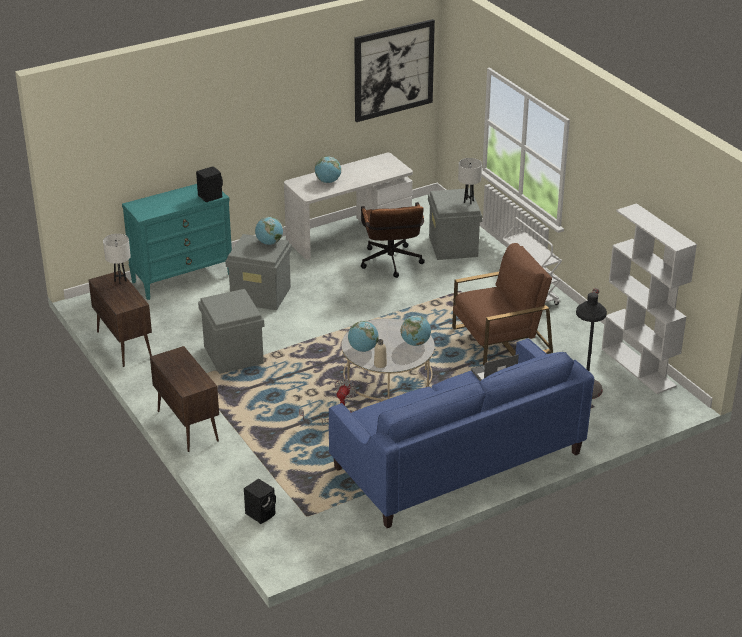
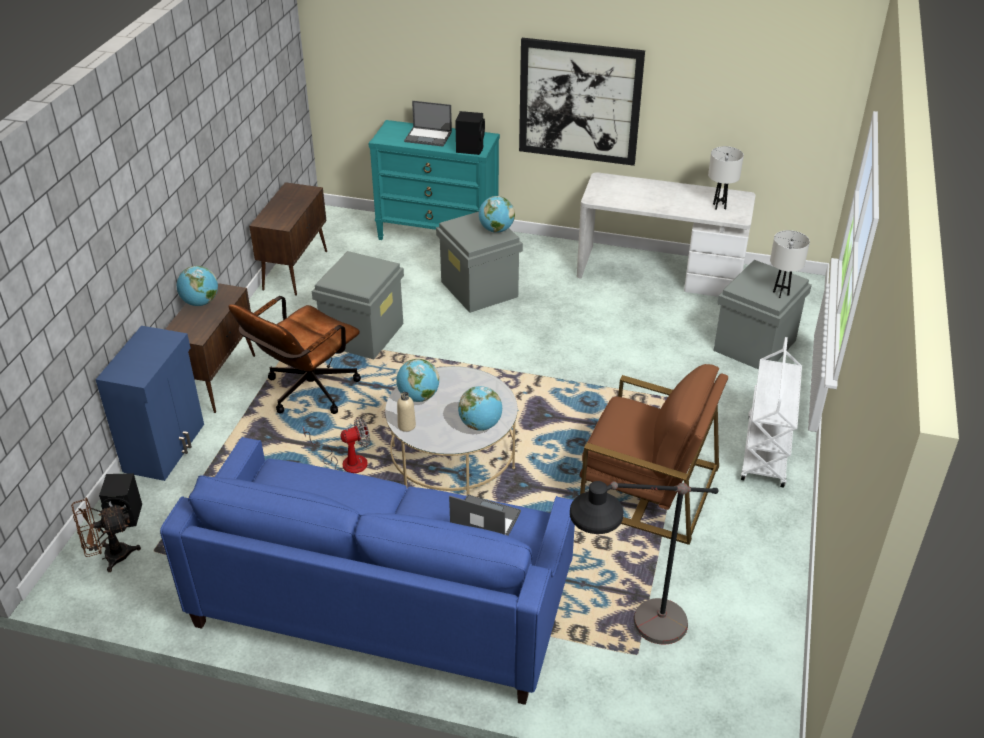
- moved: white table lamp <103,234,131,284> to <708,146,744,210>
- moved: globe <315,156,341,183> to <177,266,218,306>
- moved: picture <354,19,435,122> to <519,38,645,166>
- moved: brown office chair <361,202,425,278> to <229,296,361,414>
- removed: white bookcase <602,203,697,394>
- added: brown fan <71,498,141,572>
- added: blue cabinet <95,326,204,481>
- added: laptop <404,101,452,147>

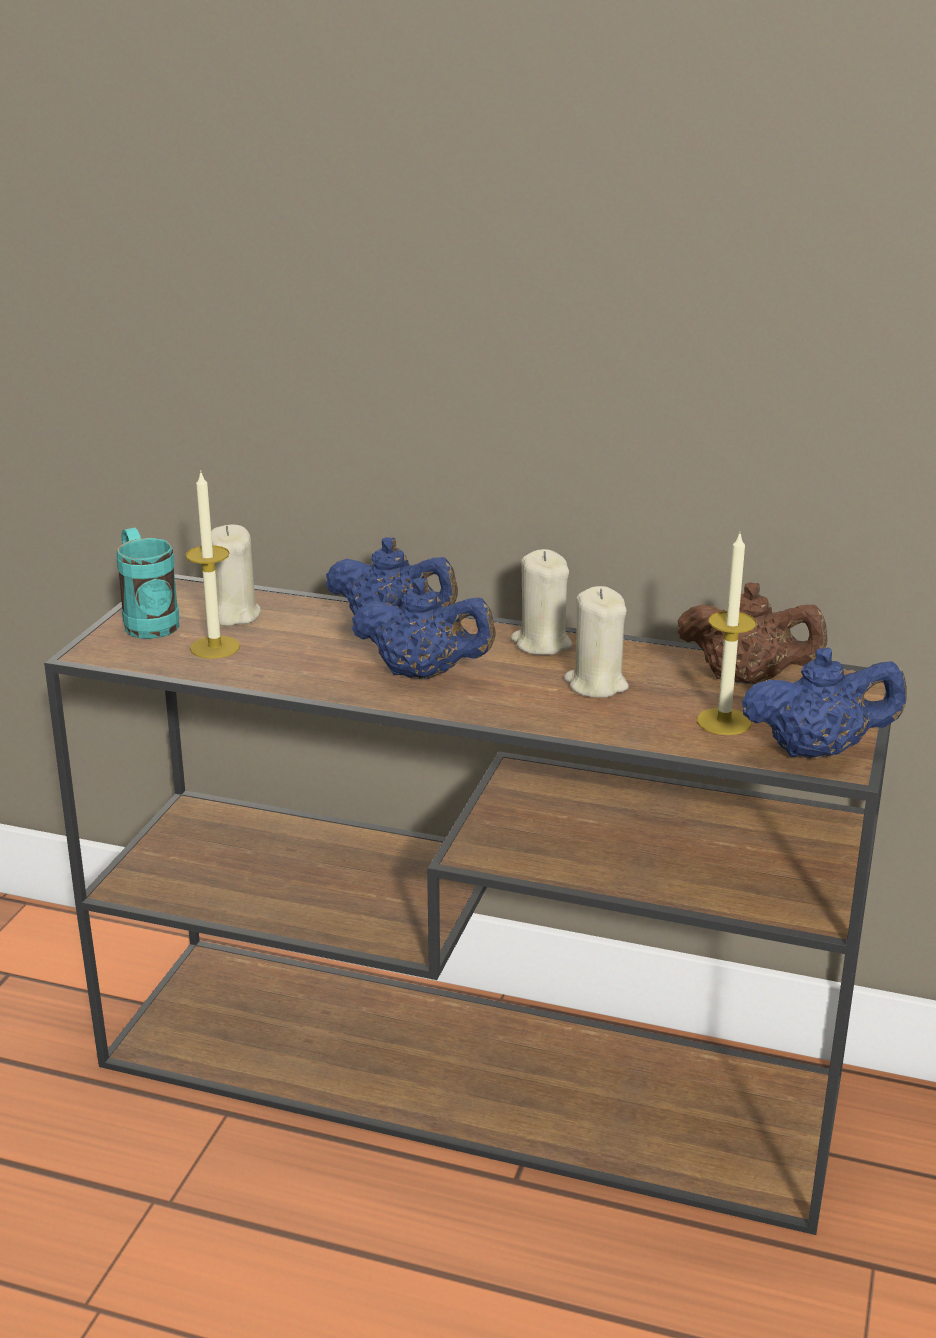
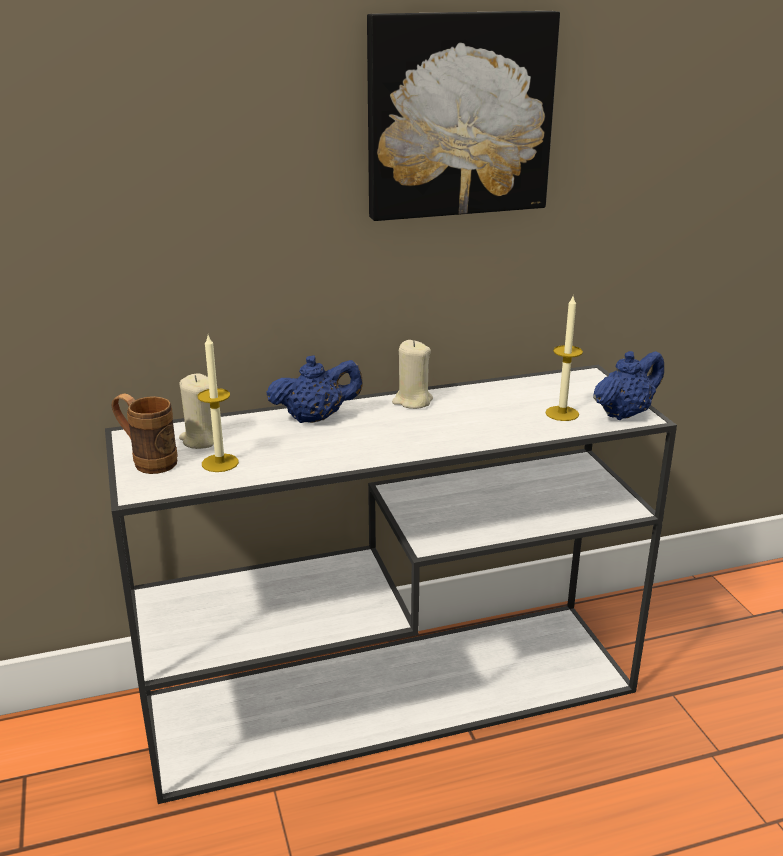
- recoloured: brown console table <44,574,891,1235> to white console table <105,365,677,804>
- recoloured: turquoise mug <116,528,180,639> to brown mug <111,393,178,474>
- removed: blue teapot <352,578,496,679>
- removed: beige candle <564,586,629,697>
- removed: brown teapot <677,582,827,685>
- added: picture <367,11,560,221>

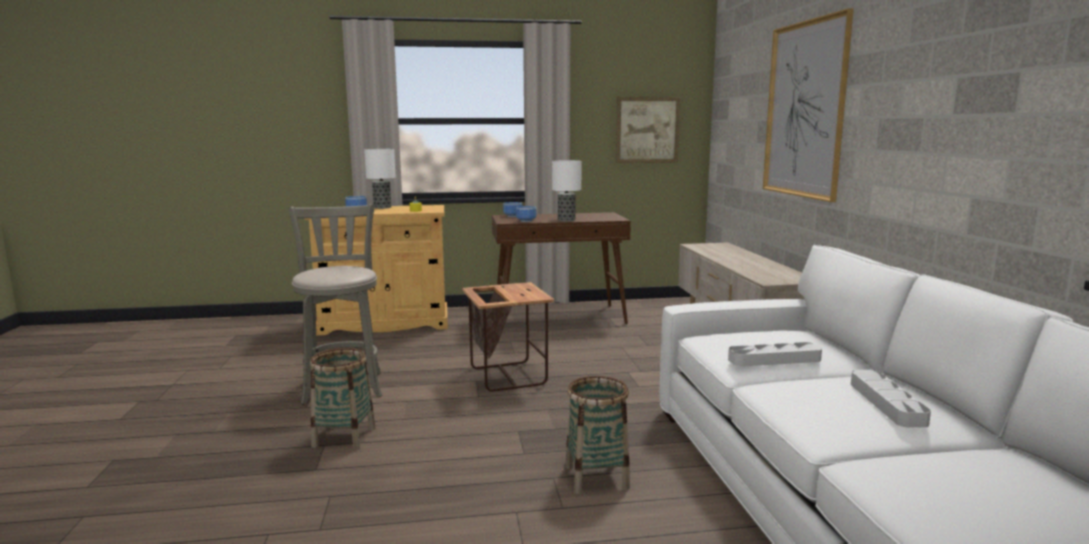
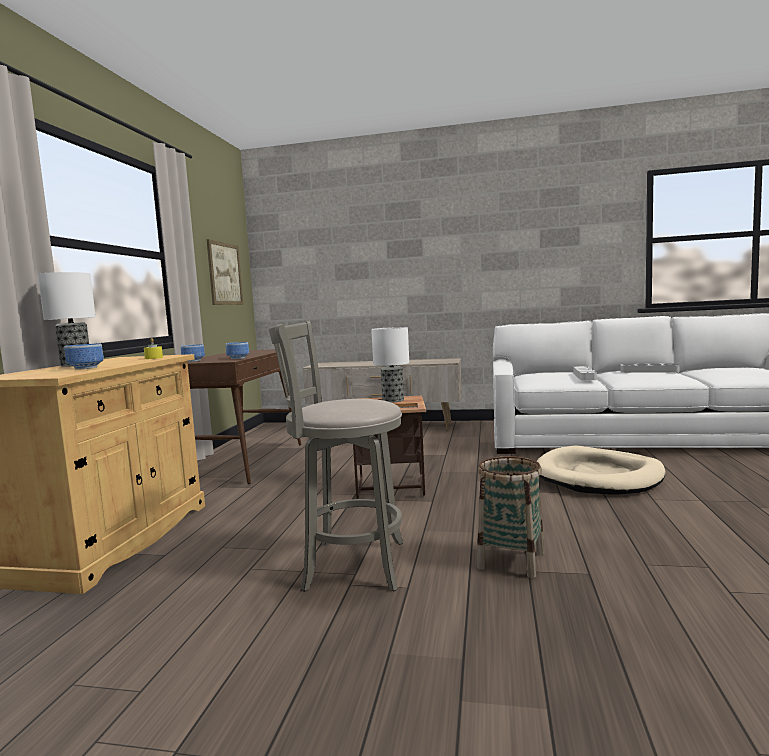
- moved: table lamp <552,160,582,221> to <371,327,409,403>
- replaced: basket <565,376,630,494> to beige dog bed <537,446,665,494>
- removed: picture <763,8,854,202>

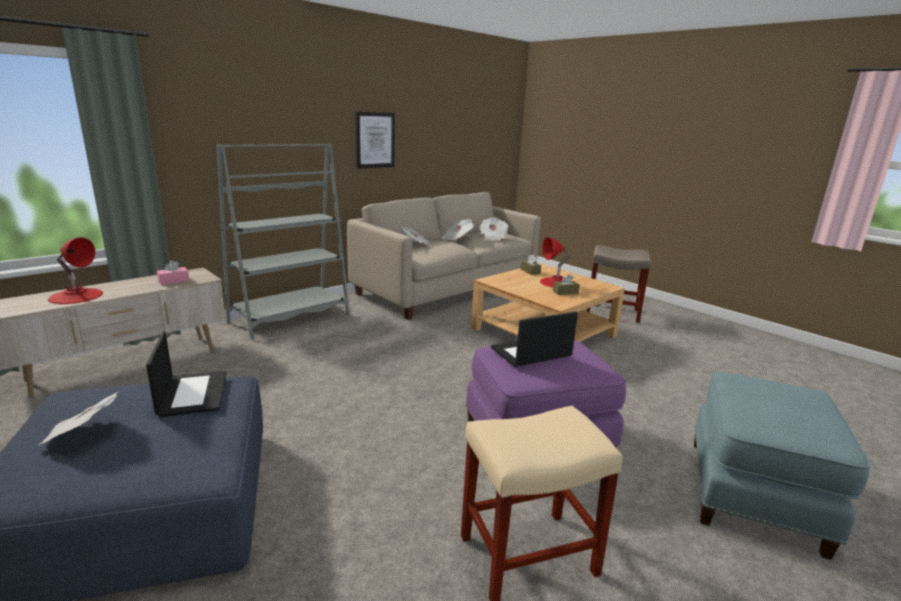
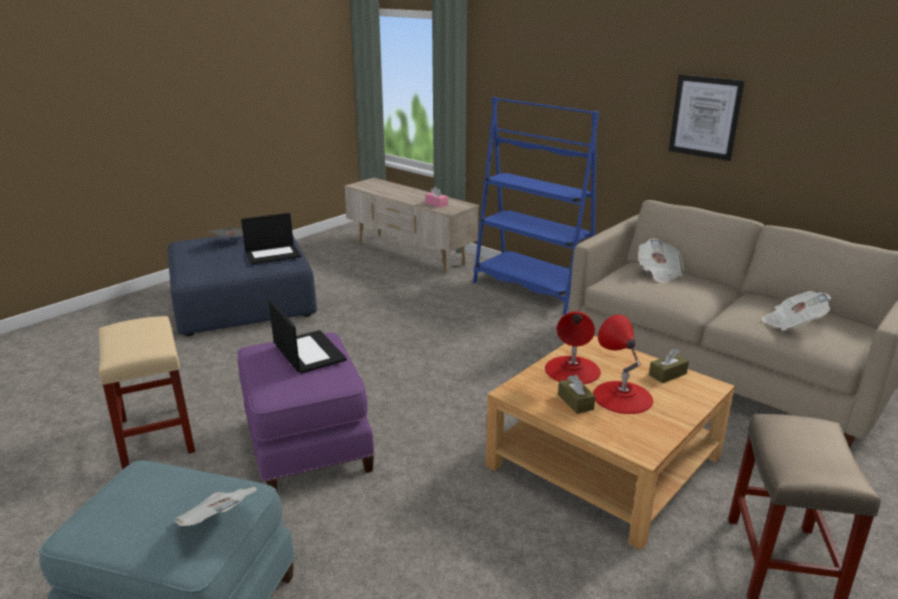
- moved: red table lamp <48,237,103,304> to <545,311,601,385>
- recoloured: grey bookcase <217,143,350,340> to blue bookcase <473,97,599,315>
- moved: newspaper <441,219,474,240> to <174,487,257,526>

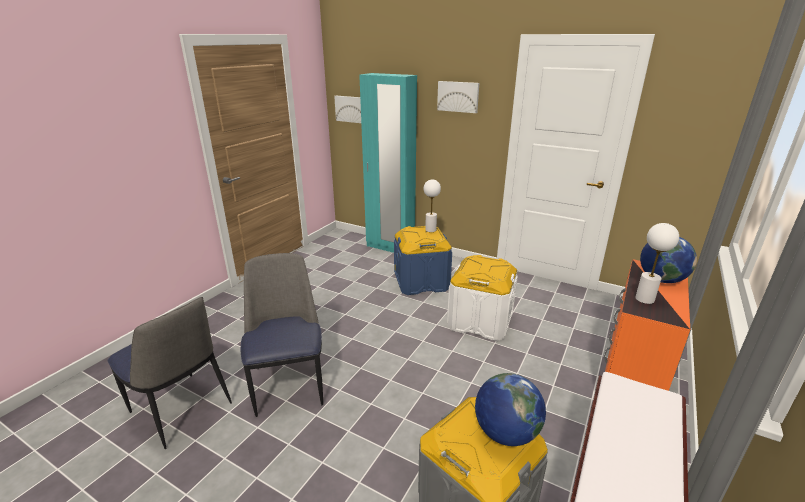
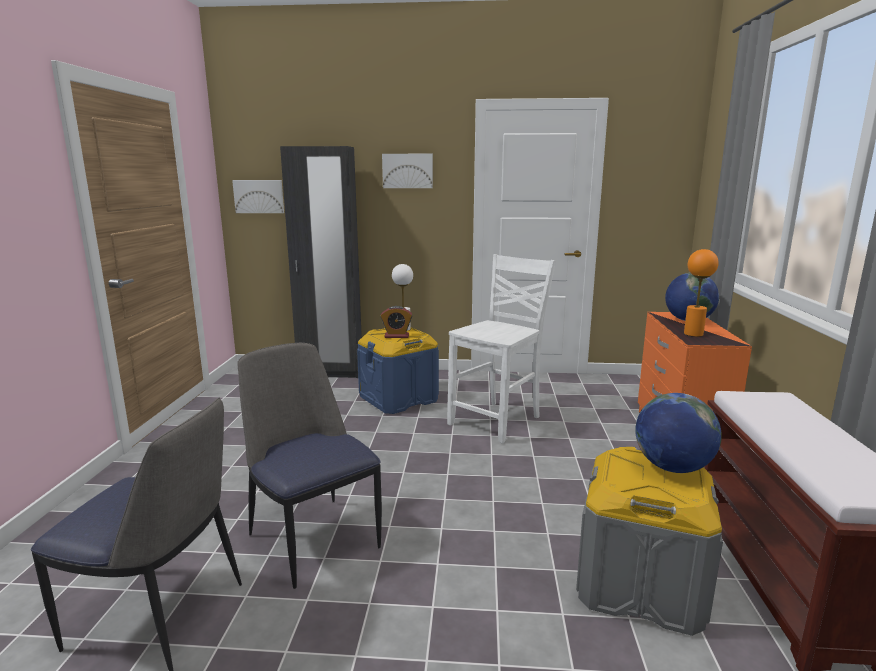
- recoloured: turquoise wardrobe <359,73,417,253> to black wardrobe <280,146,362,378>
- replaced: white storage box <447,255,518,341> to white chair <447,254,556,444>
- recoloured: white table lamp <635,223,679,304> to orange table lamp <684,249,719,337>
- added: alarm clock <380,306,412,338>

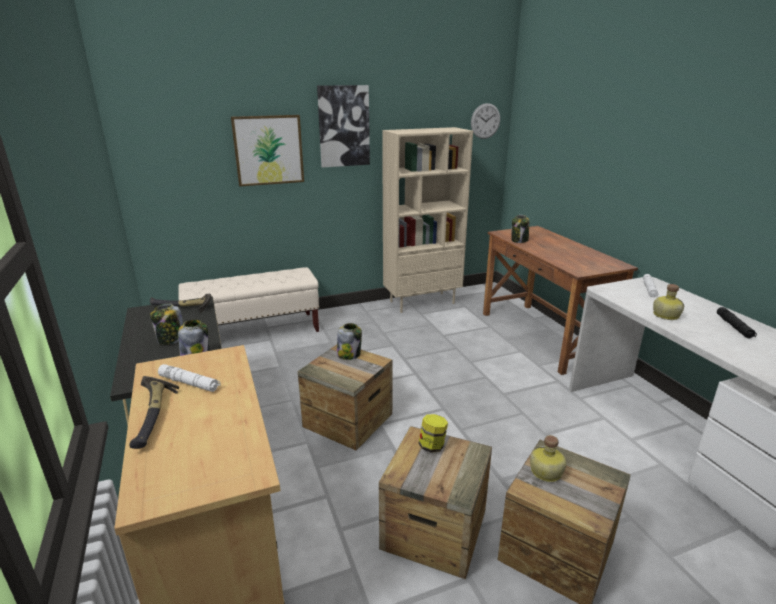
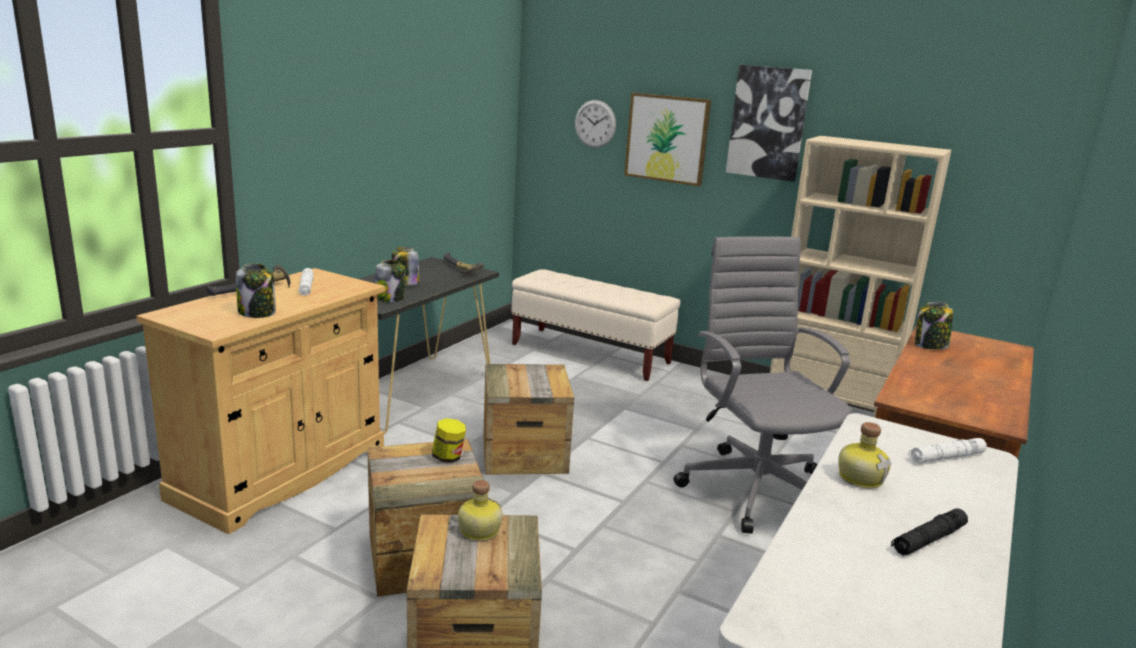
- moved: jar <337,323,362,360> to <236,263,276,318>
- moved: wall clock <471,103,500,139> to <575,100,616,148>
- added: grey office chair <673,236,855,534>

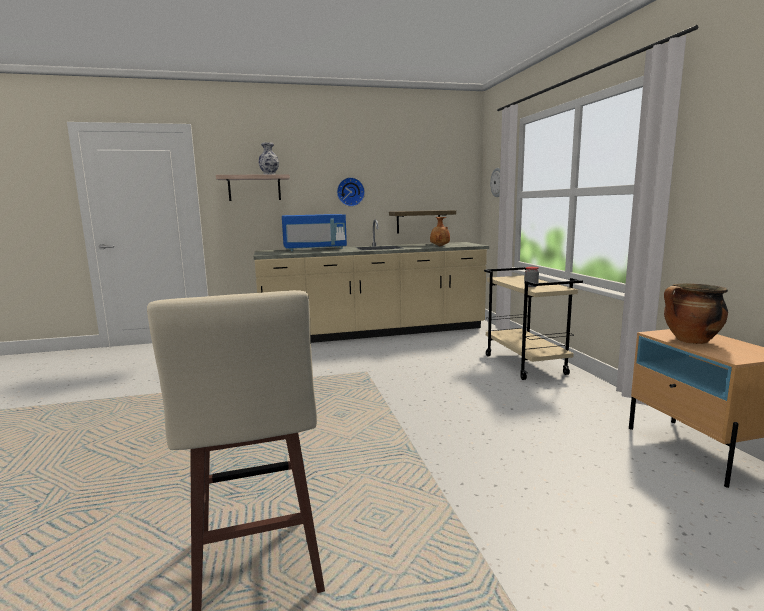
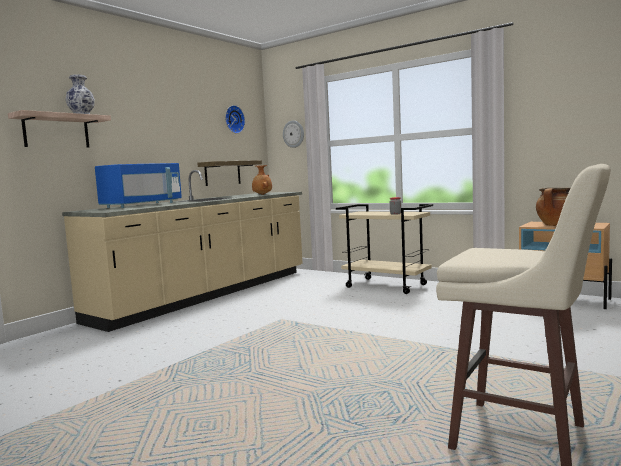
- moved: wall clock <337,177,365,207> to <225,105,245,134>

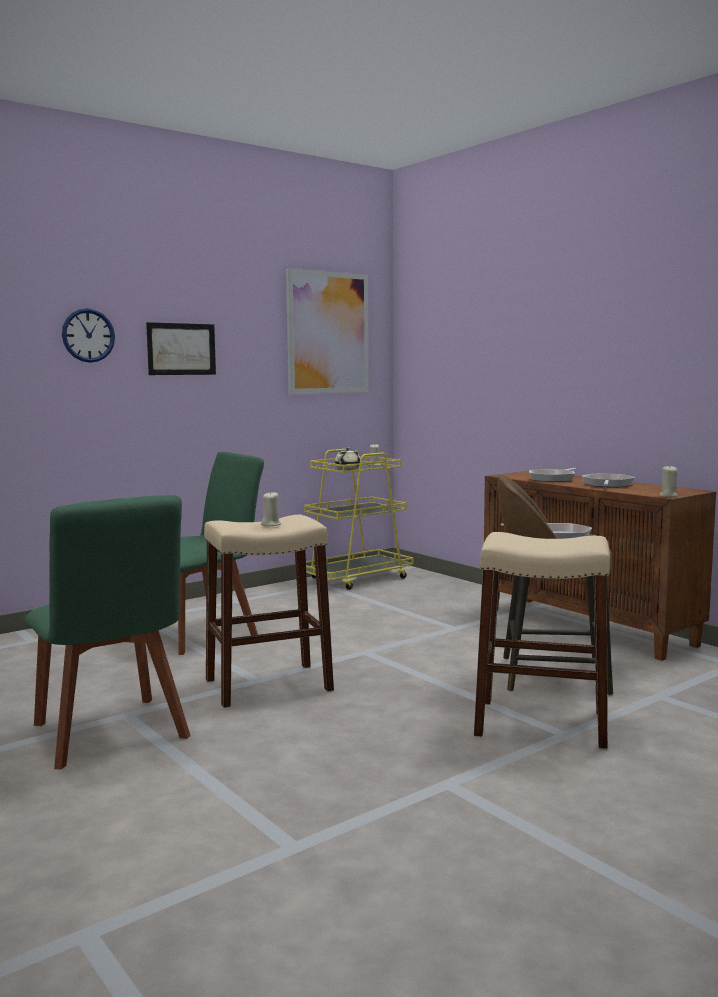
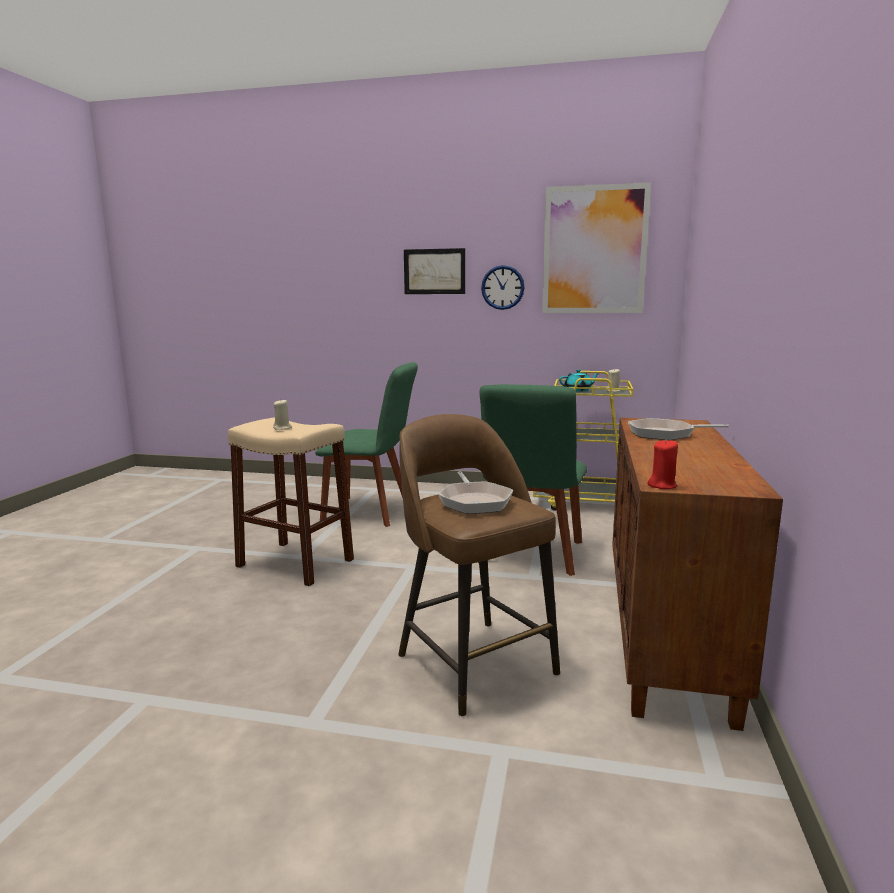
- moved: green chair <24,495,190,770> to <478,384,587,576>
- moved: wall clock <62,308,115,363> to <481,265,525,310>
- recoloured: beige teapot <335,447,360,469> to turquoise teapot <559,370,600,392>
- removed: beige stool <474,532,610,749>
- removed: frying pan <582,473,636,487>
- recoloured: beige candle <659,465,678,497> to red candle <647,439,678,489>

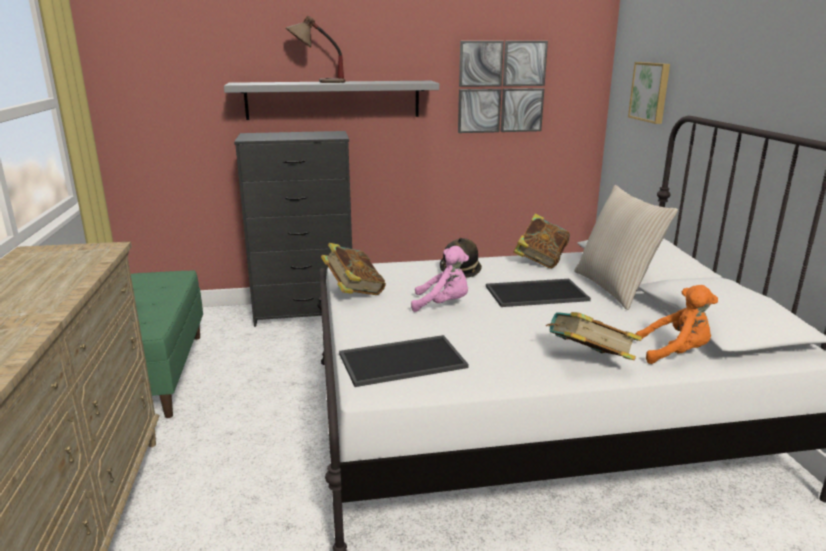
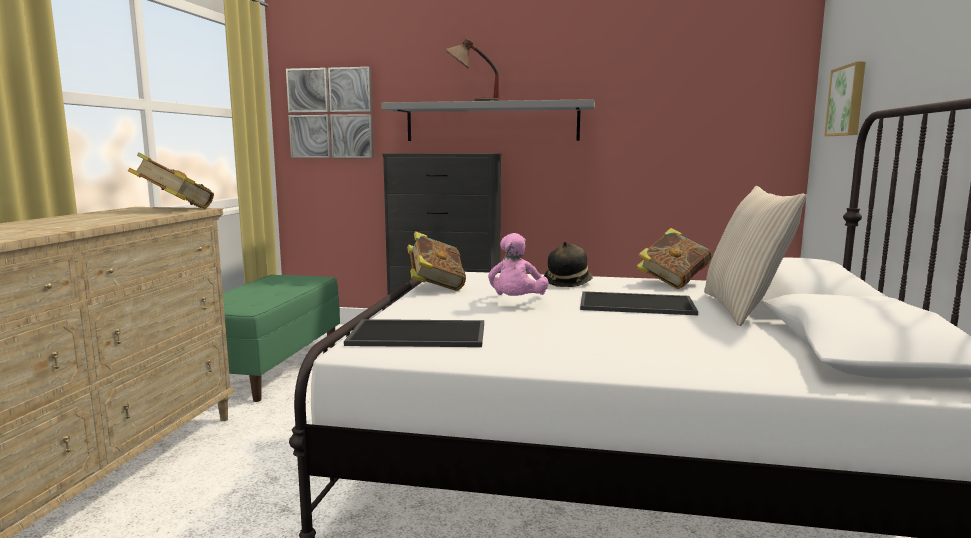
- turned: pink plush toy <411,246,469,312> = <488,233,549,296> 75 degrees clockwise
- moved: picture <458,41,548,133> to <286,67,374,158>
- moved: book <546,312,642,360> to <128,153,214,209>
- removed: orange plush toy <636,285,718,364>

